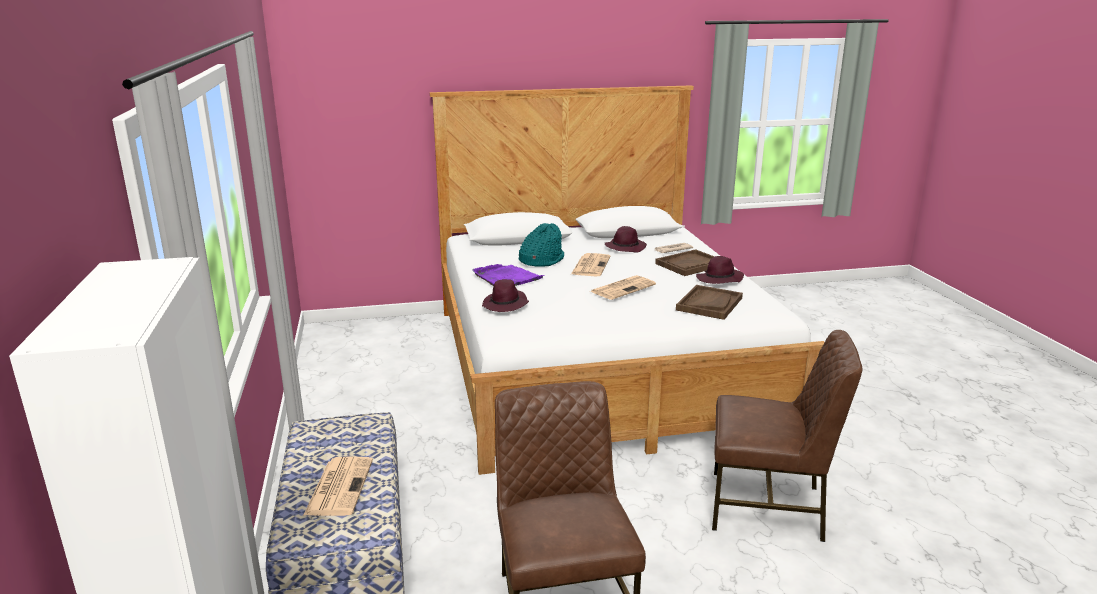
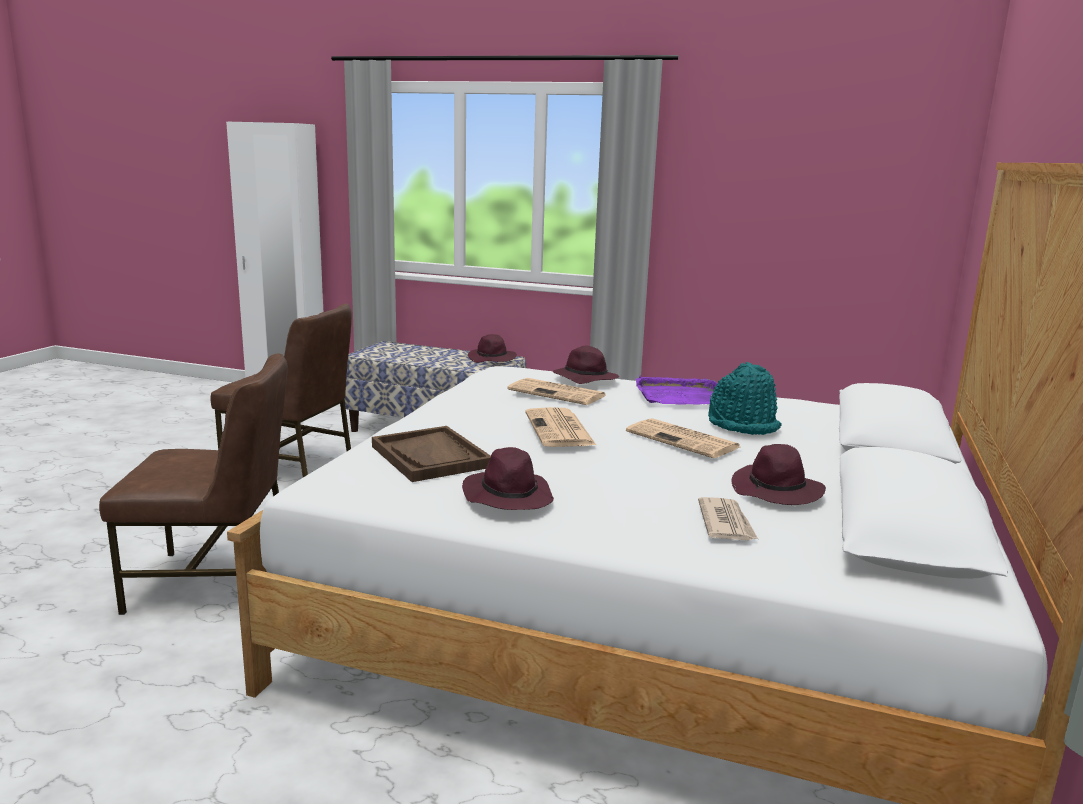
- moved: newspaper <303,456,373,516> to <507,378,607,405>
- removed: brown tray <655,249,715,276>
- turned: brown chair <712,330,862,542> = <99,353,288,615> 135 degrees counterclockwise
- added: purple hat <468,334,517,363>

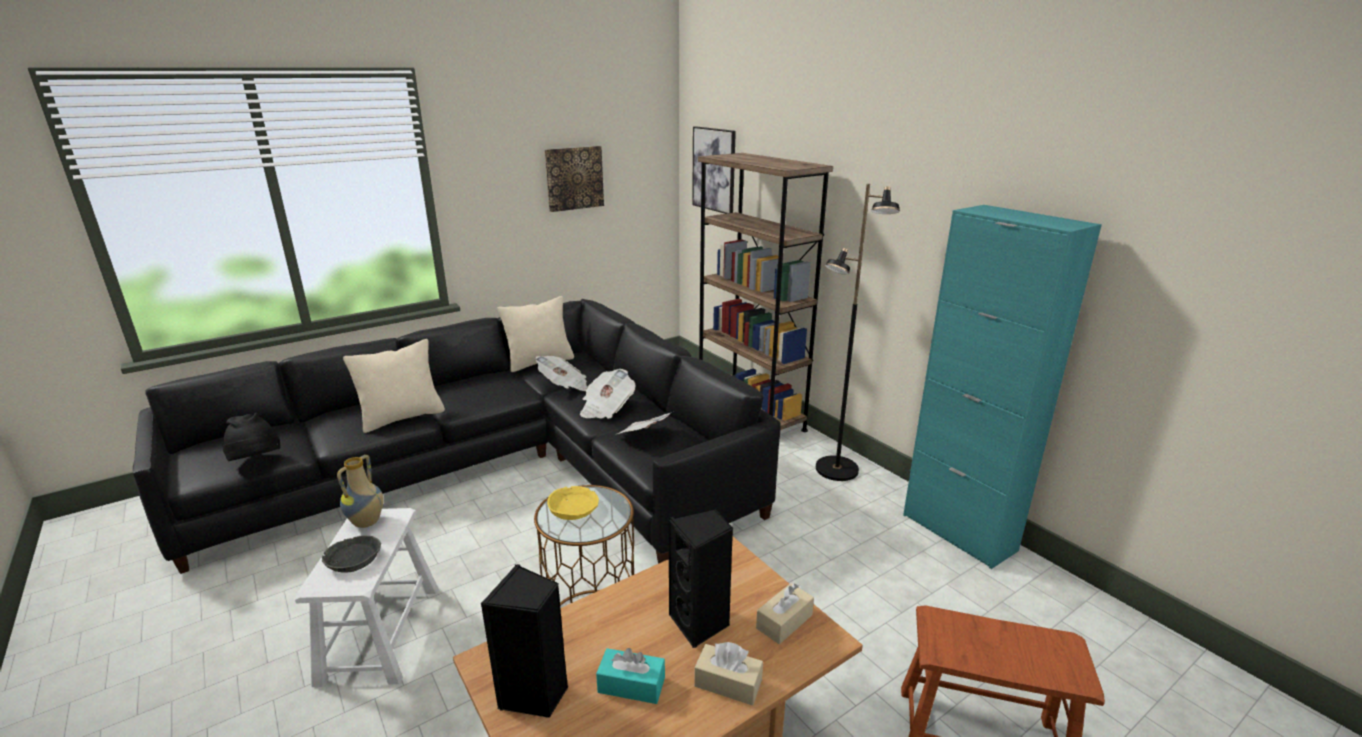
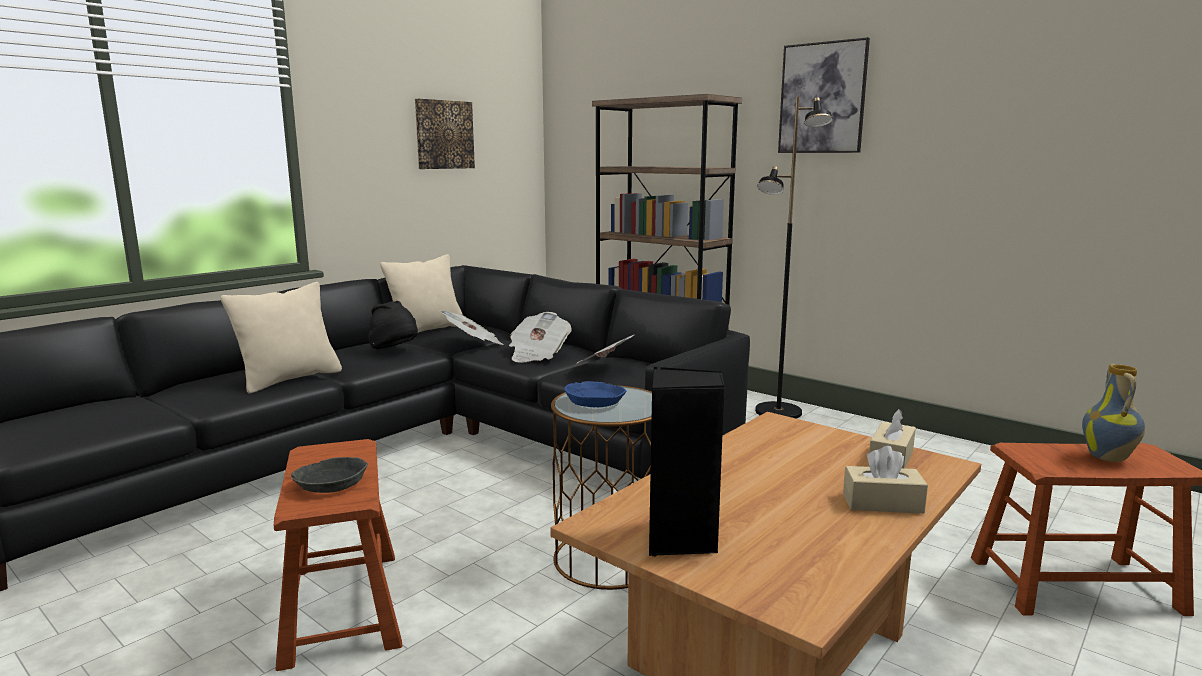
- moved: black hat <223,413,280,461> to <368,301,418,349>
- recoloured: white stool <295,508,439,687> to brown stool <273,439,403,671>
- moved: vase <337,455,384,528> to <1082,364,1145,462>
- recoloured: yellow bowl <547,486,599,520> to blue bowl <564,381,626,407>
- removed: turquoise tissue box <596,648,665,704>
- removed: black speaker <668,509,733,649>
- moved: picture <692,126,736,214> to <778,37,870,153>
- removed: turquoise cabinet <903,205,1102,569>

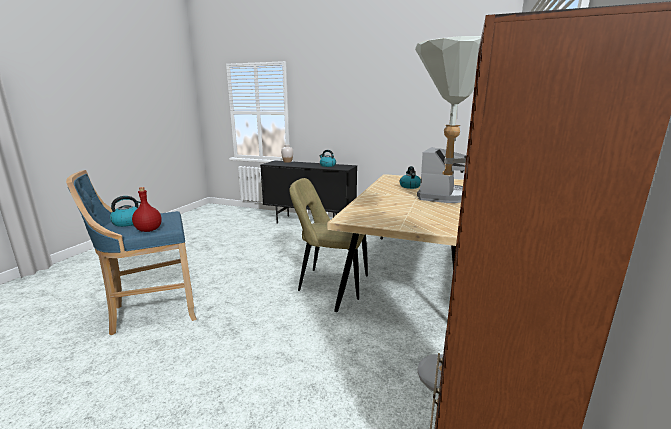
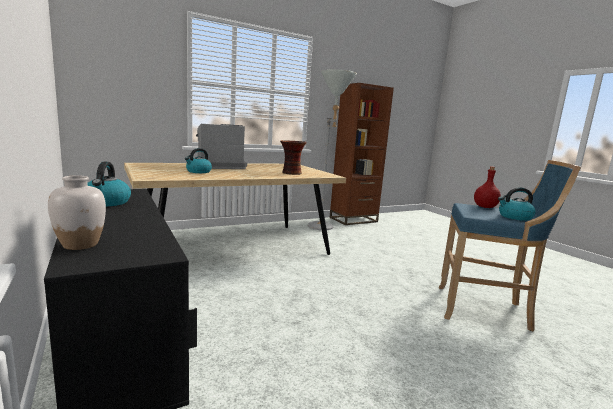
- removed: beige chair <289,178,368,300>
- added: vase <280,140,307,175>

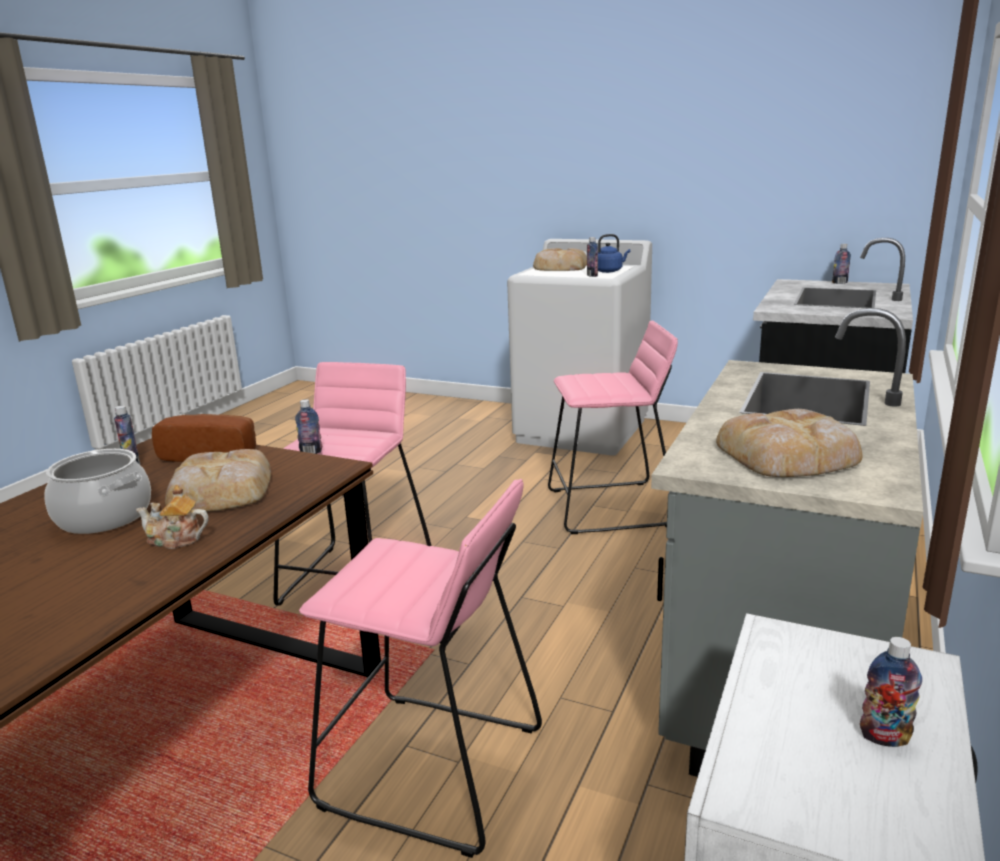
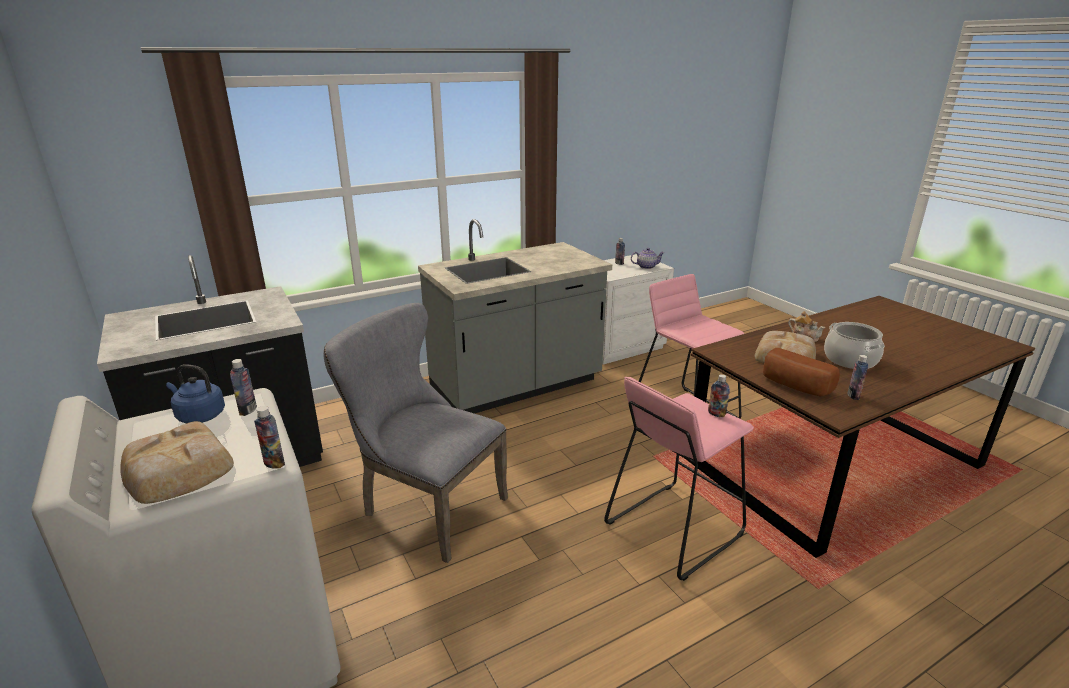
- replaced: pink stool <548,320,678,534> to grey chair <323,303,508,563>
- removed: bread <716,409,863,477>
- moved: bottle <832,244,851,284> to <254,406,285,469>
- added: teapot <631,248,665,269>

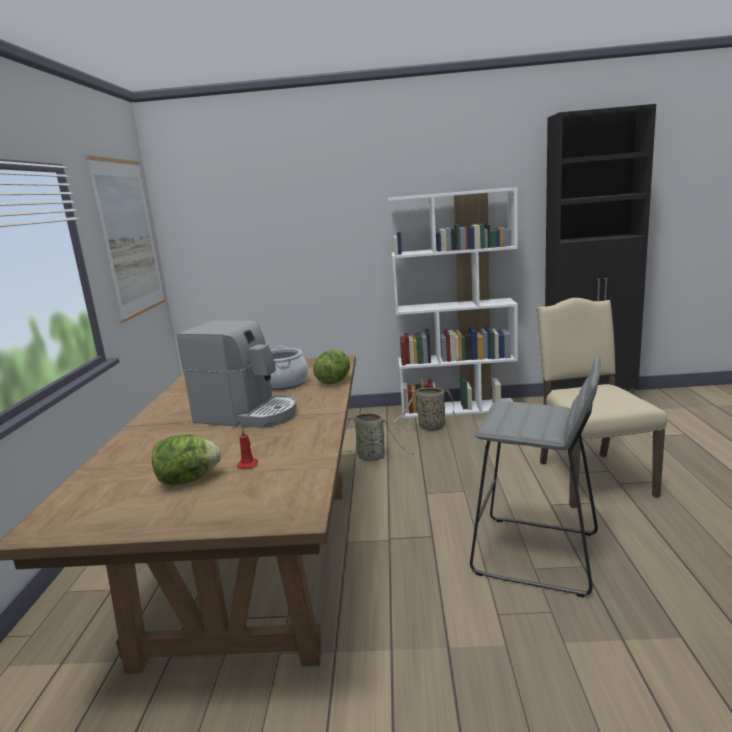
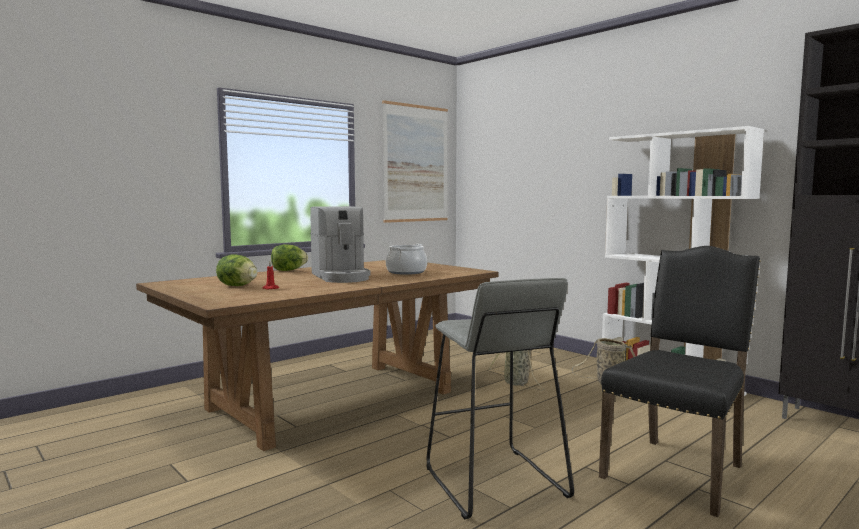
- moved: lettuce <313,350,350,385> to <271,244,308,271>
- recoloured: beige chair <537,298,667,508> to black chair <599,246,760,517>

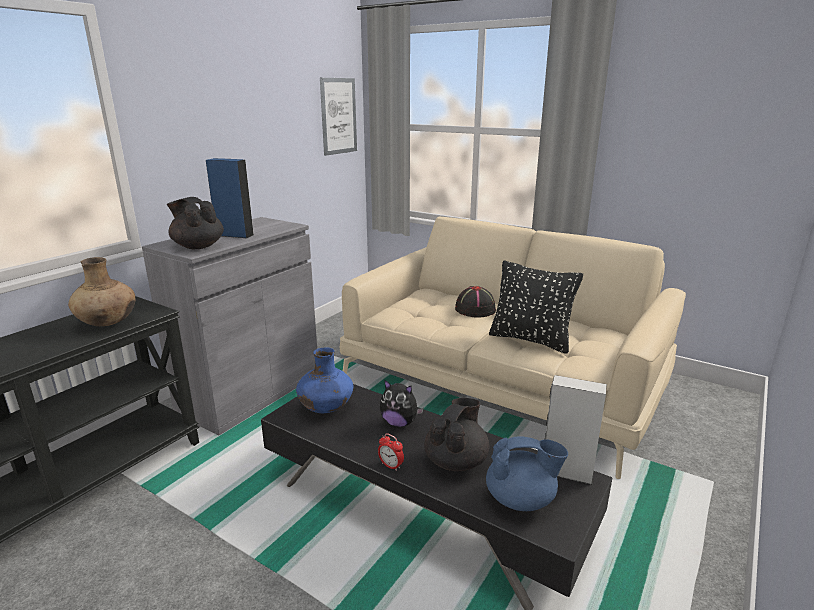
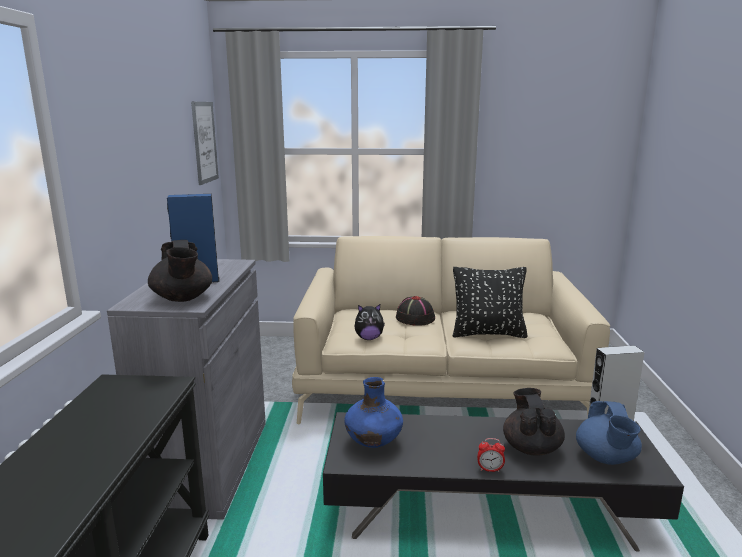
- removed: brown vase <68,257,135,326>
- turned: black teapot <167,197,224,249> = <148,240,212,302> 120 degrees counterclockwise
- moved: plush toy <380,380,424,427> to <354,304,385,340>
- turned: blue teapot <486,436,568,511> = <576,401,642,465> 120 degrees clockwise

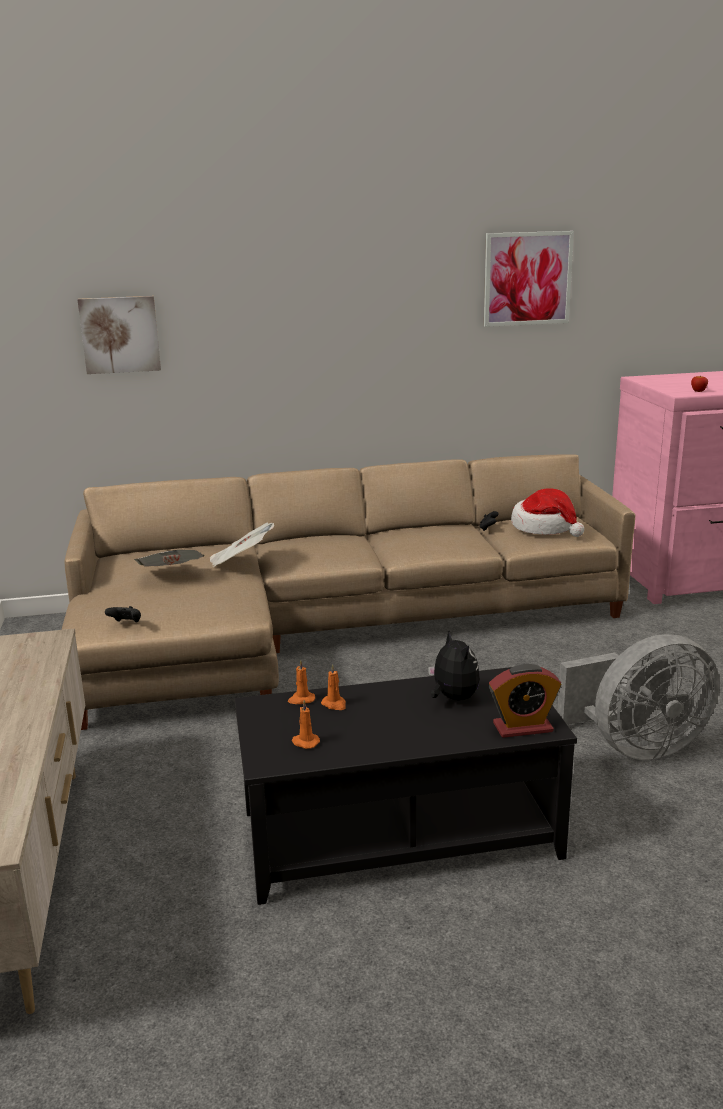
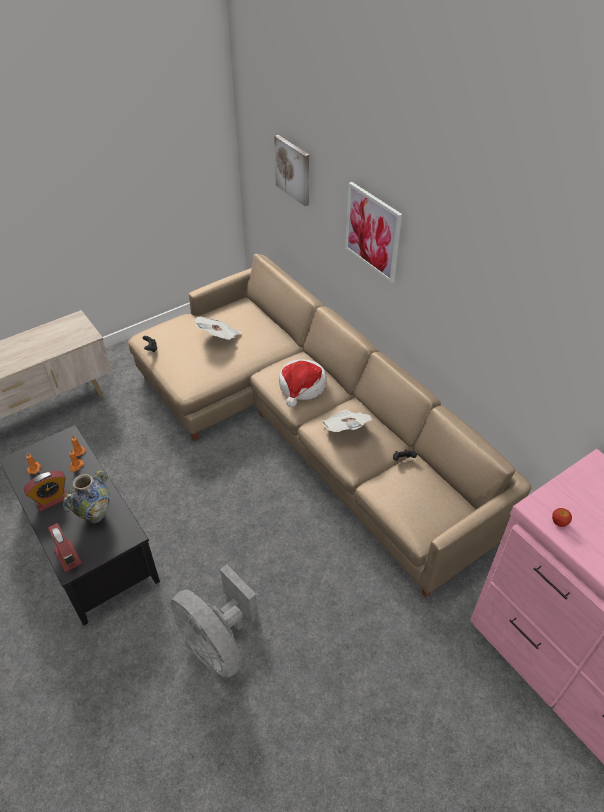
- moved: newspaper <210,522,274,567> to <322,409,372,432>
- replaced: plush toy <428,631,480,701> to vase <63,469,110,523>
- moved: picture <484,231,574,327> to <345,182,403,283>
- moved: hat <511,488,584,537> to <279,359,327,408>
- added: alarm clock <23,471,66,512>

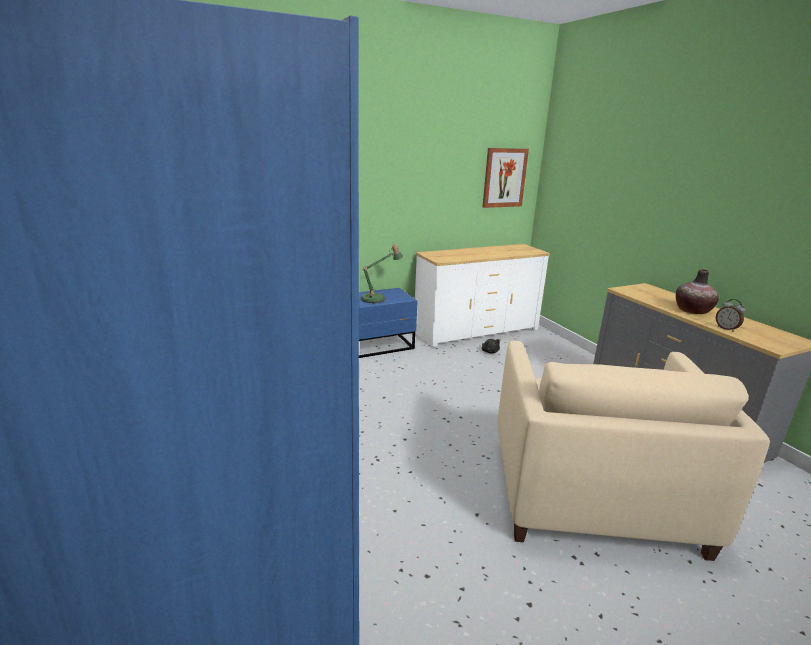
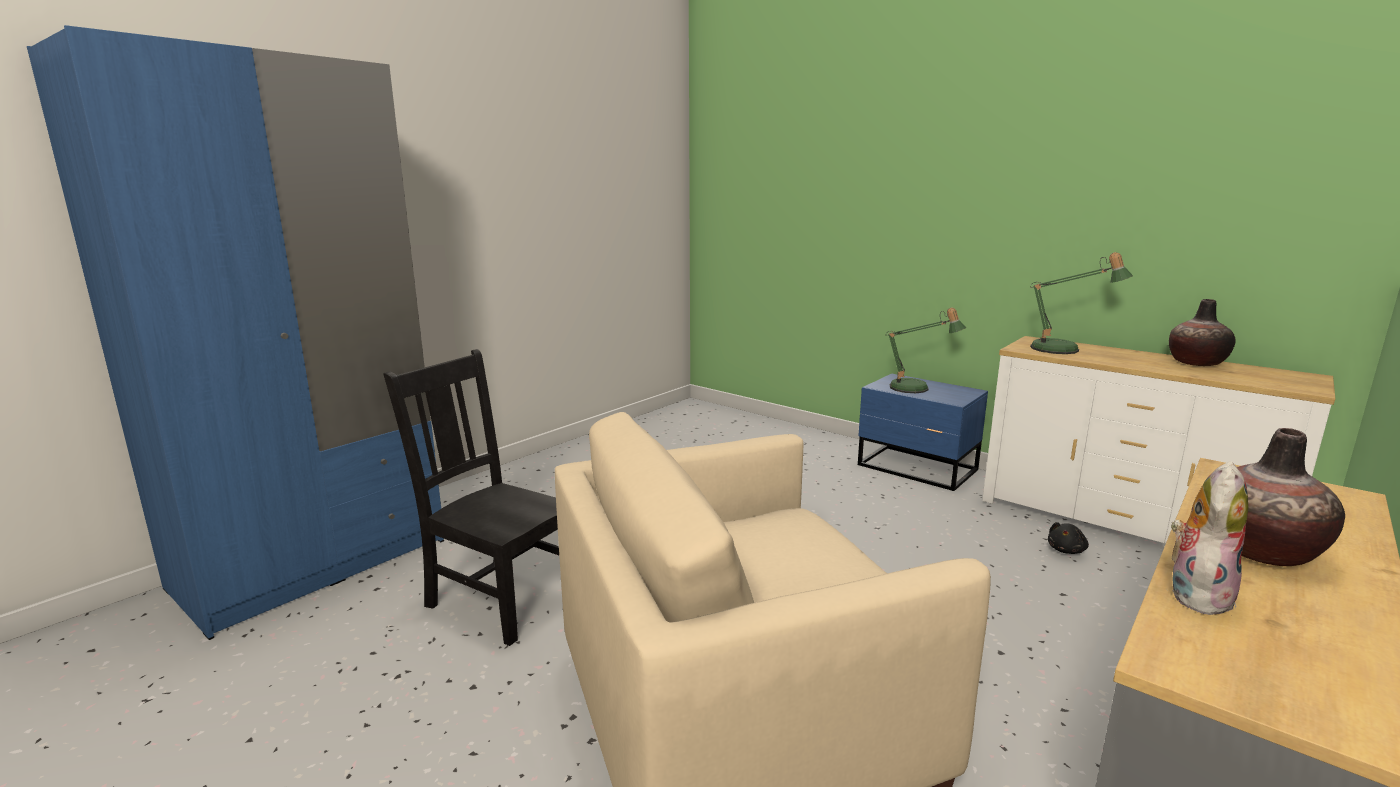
- removed: picture <482,148,529,208>
- replaced: alarm clock <716,299,745,332> to plush toy <1171,461,1248,615>
- added: black chair <383,349,559,646>
- added: table lamp <1030,252,1133,354>
- added: vase <1169,299,1236,366>

